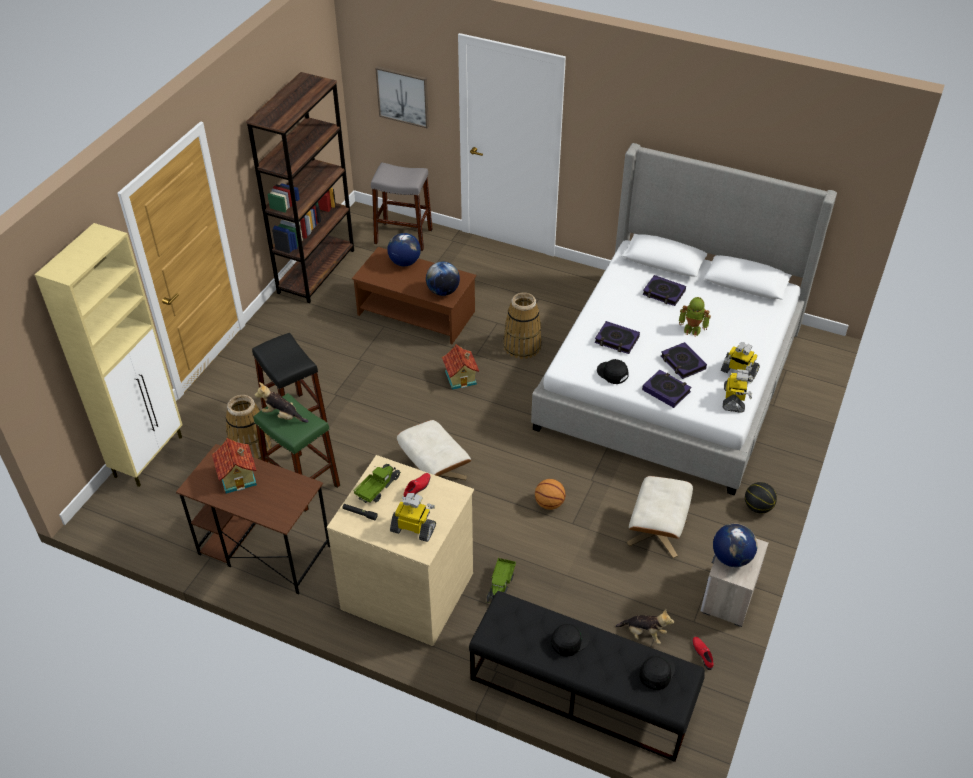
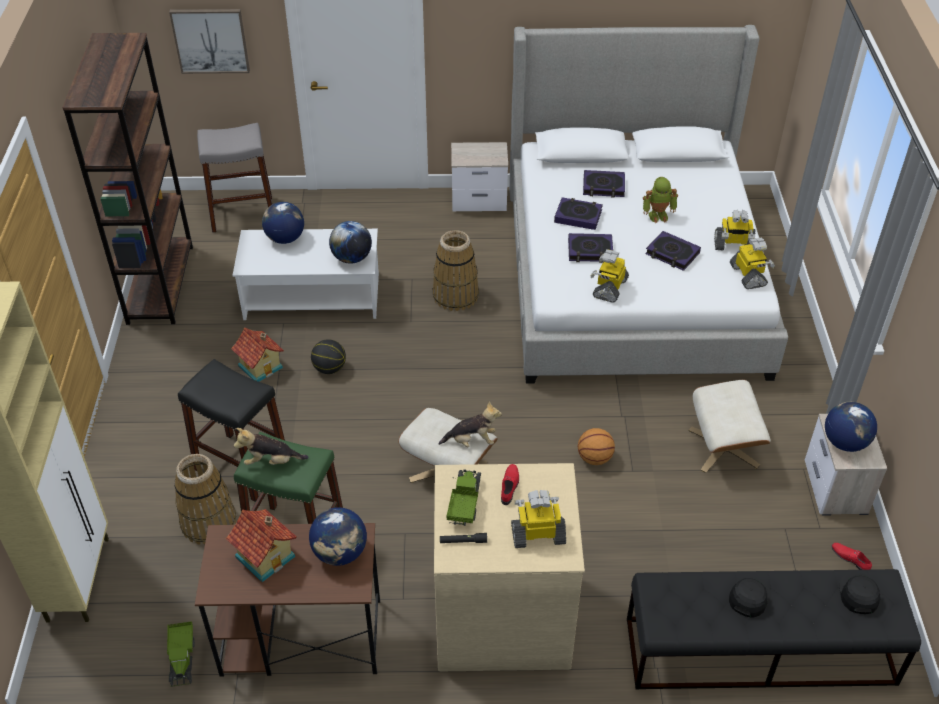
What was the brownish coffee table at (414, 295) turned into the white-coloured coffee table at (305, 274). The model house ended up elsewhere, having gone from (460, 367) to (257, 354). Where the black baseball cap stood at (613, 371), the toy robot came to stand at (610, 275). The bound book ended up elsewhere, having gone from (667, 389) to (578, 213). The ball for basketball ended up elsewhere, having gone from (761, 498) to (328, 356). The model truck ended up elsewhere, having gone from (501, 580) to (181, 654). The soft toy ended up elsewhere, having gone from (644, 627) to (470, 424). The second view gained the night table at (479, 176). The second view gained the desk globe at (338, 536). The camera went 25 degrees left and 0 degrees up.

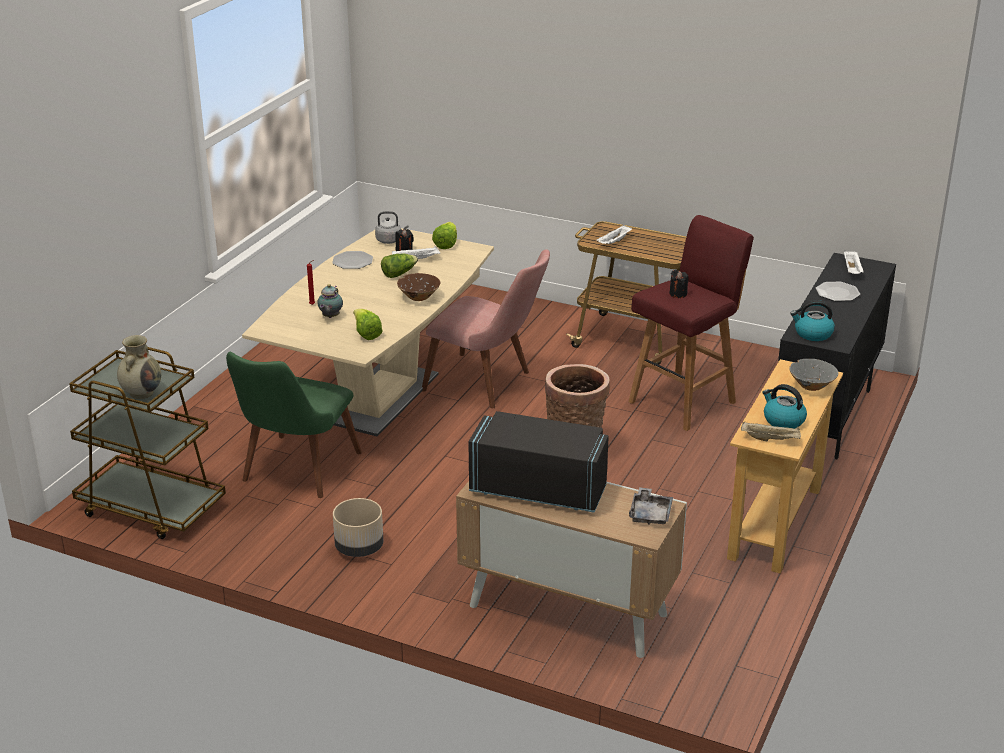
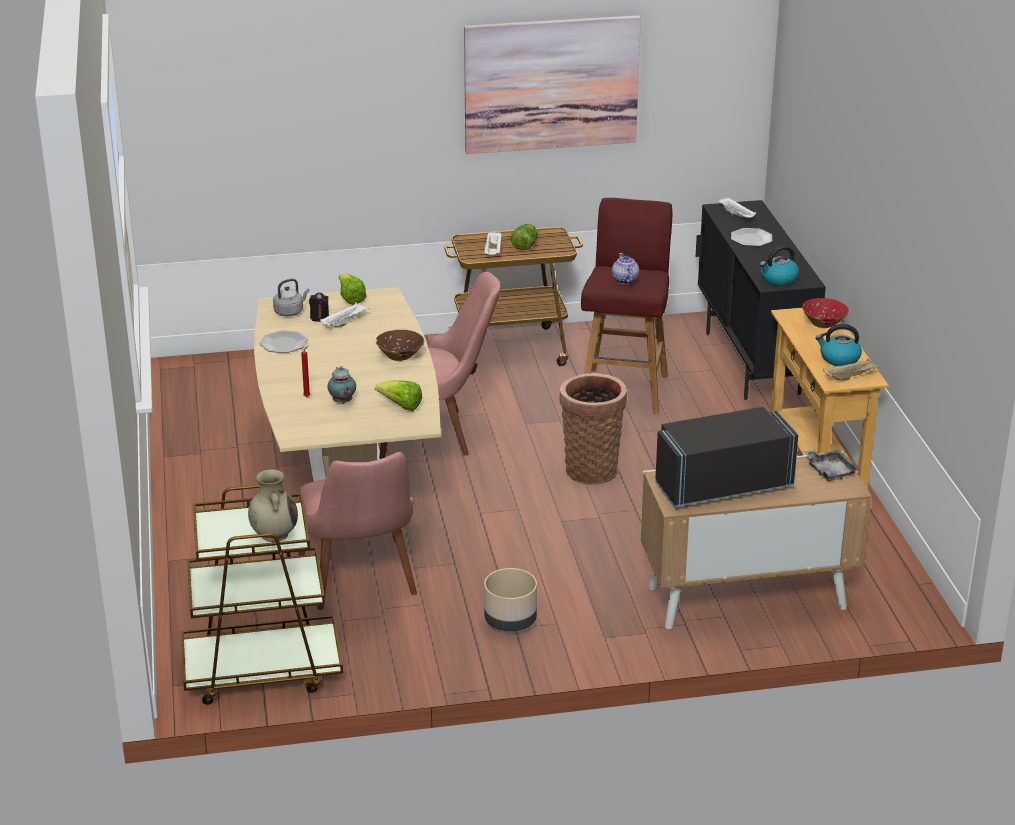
The head of lettuce ended up elsewhere, having gone from (399, 266) to (524, 237). Where the black wax candle stood at (679, 284), the teapot came to stand at (625, 268). What was the green plain chair at (294, 425) turned into the pink plain chair at (357, 531). What was the gray serving bowl at (813, 375) turned into the reddish serving bowl at (825, 313). The second view gained the wall picture at (552, 84). The camera went 35 degrees left and 0 degrees up.

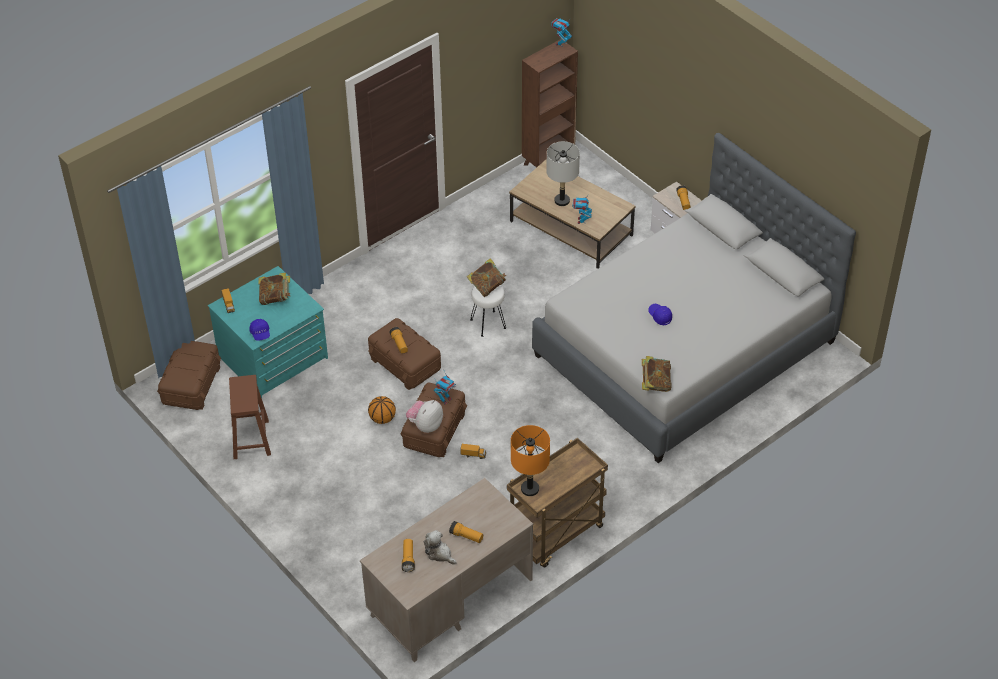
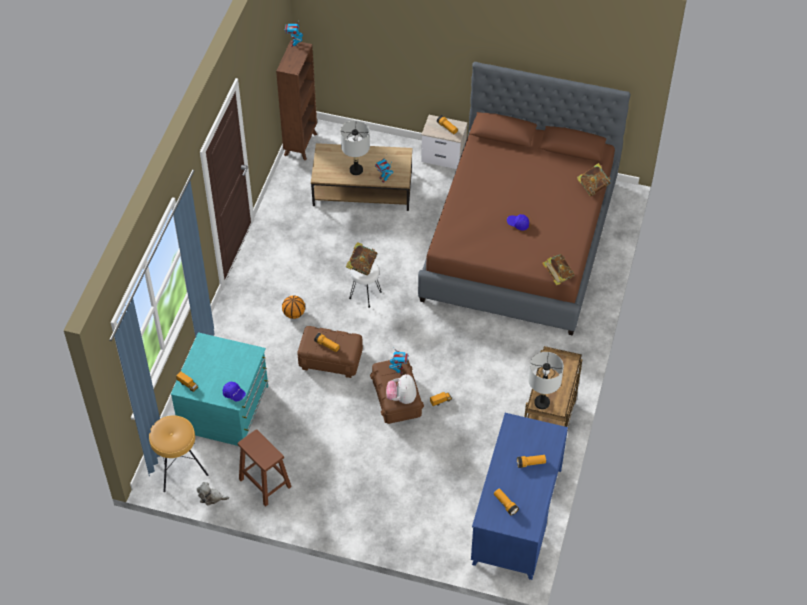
What was the gray bedroom bed at (694, 298) turned into the brownish bedroom bed at (524, 199). The bound book ended up elsewhere, having gone from (274, 289) to (594, 179). Where the brownish storage box stood at (189, 375), the brownish stool came to stand at (178, 453). The ball for basketball ended up elsewhere, having gone from (382, 410) to (293, 307). What was the orangey tabletop lamp at (530, 460) turned into the gray tabletop lamp at (546, 380). What was the beige desk table at (446, 570) turned into the blue desk table at (519, 496). The soft toy ended up elsewhere, having gone from (440, 547) to (213, 494). The camera went 35 degrees left and 5 degrees up.

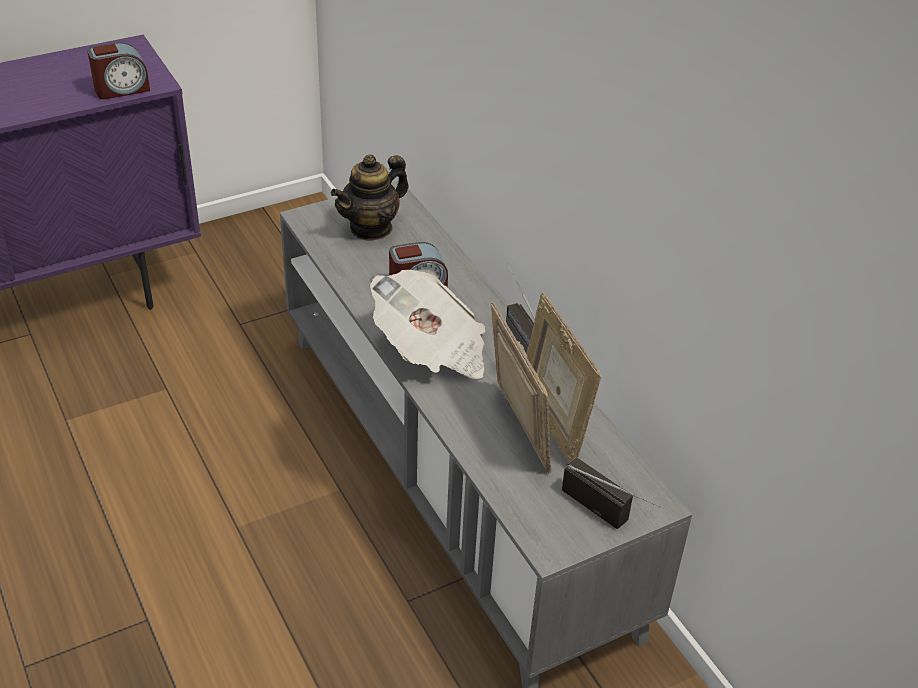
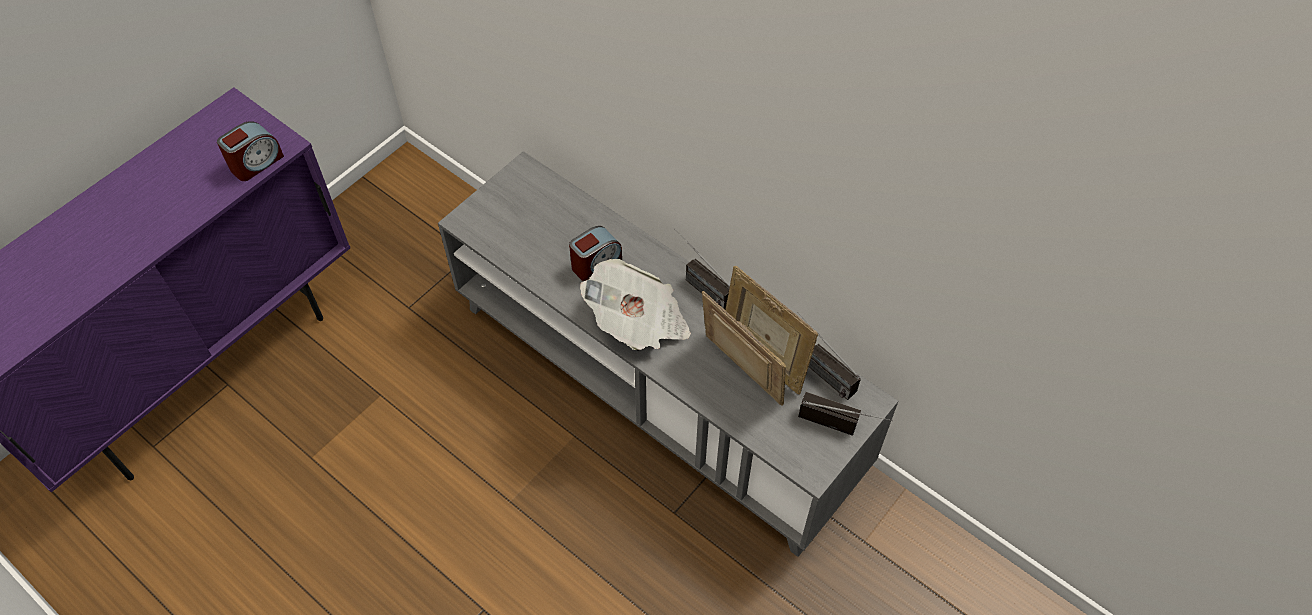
The second view lost the teapot at (370, 197). The second view gained the radio receiver at (829, 356). The camera went 20 degrees left and 15 degrees up.

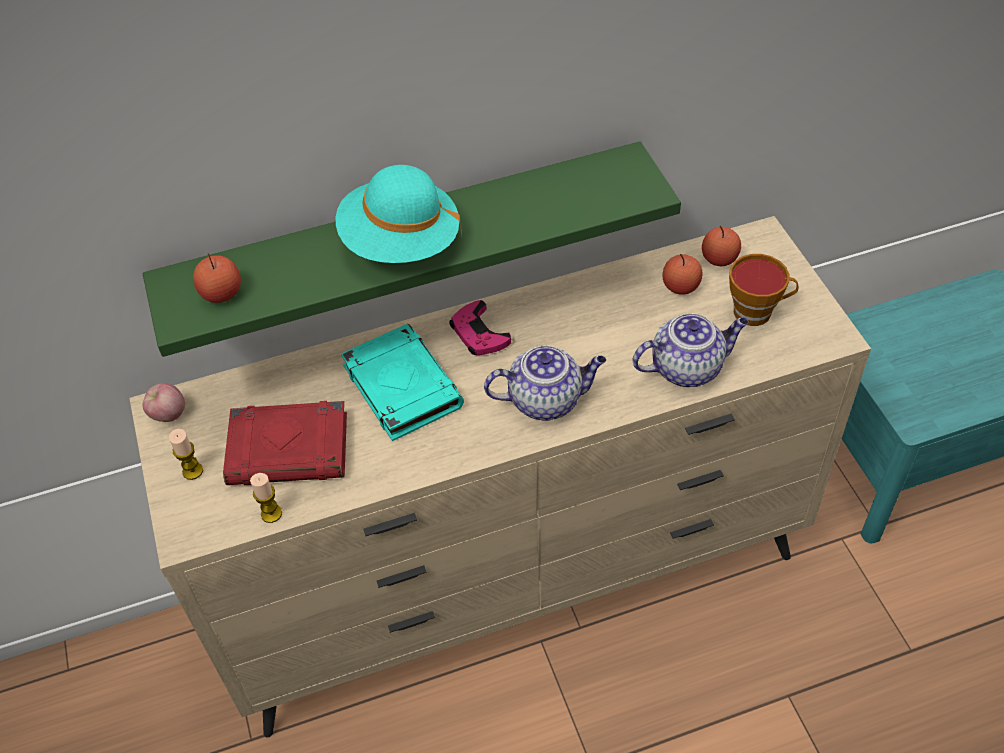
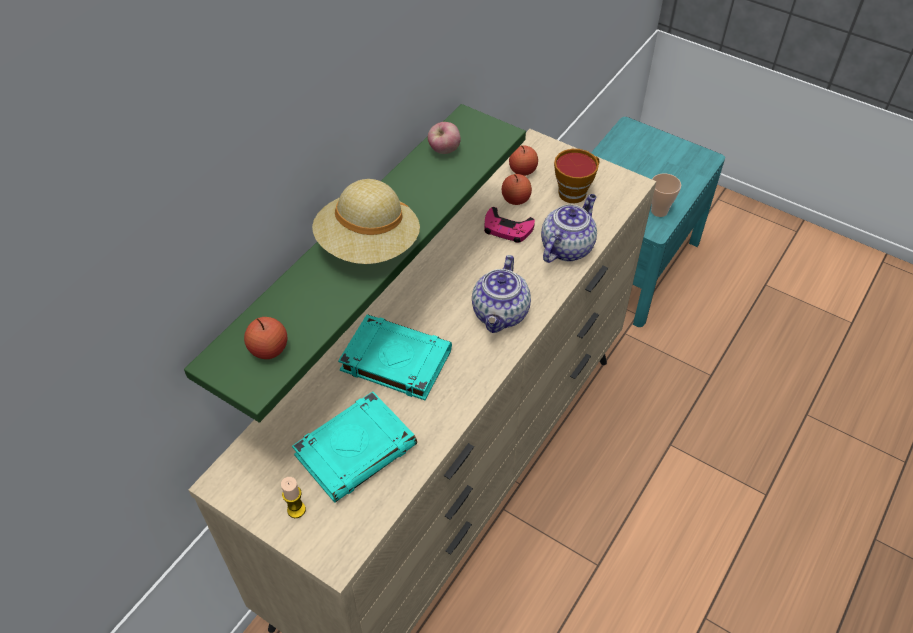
What was the turquoise clothing hat at (399, 214) turned into the beige clothing hat at (366, 221). The pink gamepad ended up elsewhere, having gone from (480, 327) to (509, 225). The teapot at (545, 382) ended up facing another way, 150 degrees clockwise from before. The whole apple ended up elsewhere, having gone from (164, 402) to (444, 138). What was the reddish bound book at (285, 443) turned into the turquoise bound book at (354, 446). The second view lost the wax candle at (266, 498). The second view gained the small cup at (666, 195). The camera went 40 degrees left and 0 degrees up.

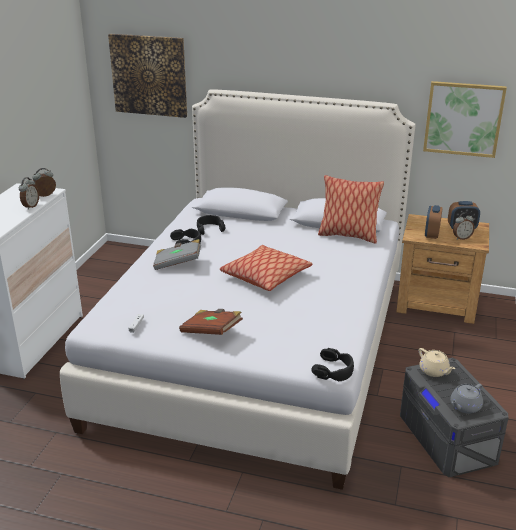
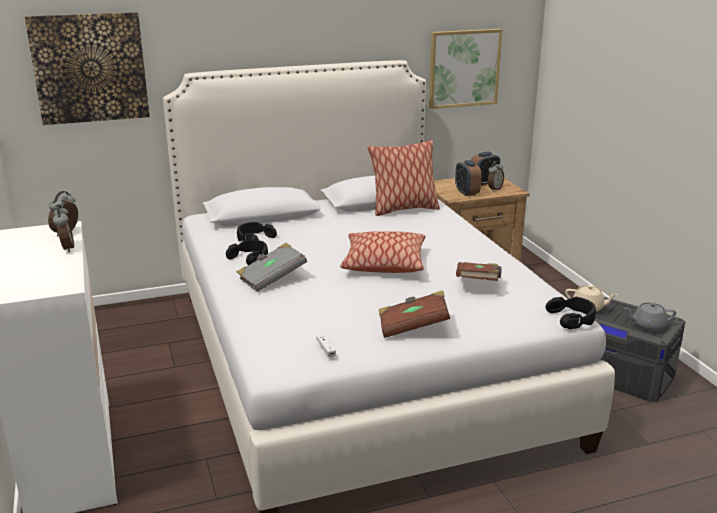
The gray teapot at (466, 399) ended up facing another way, 75 degrees clockwise from before. The second view gained the brownish bound book at (478, 271). The camera went 35 degrees left and 5 degrees down.

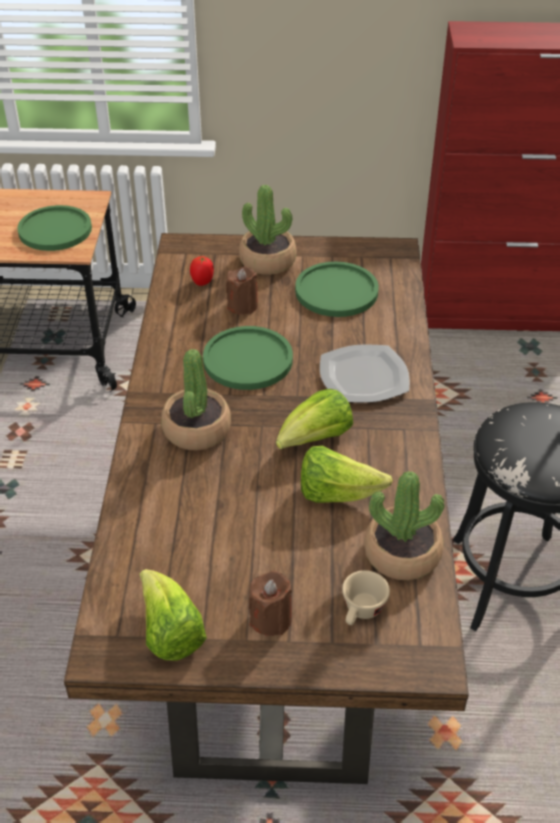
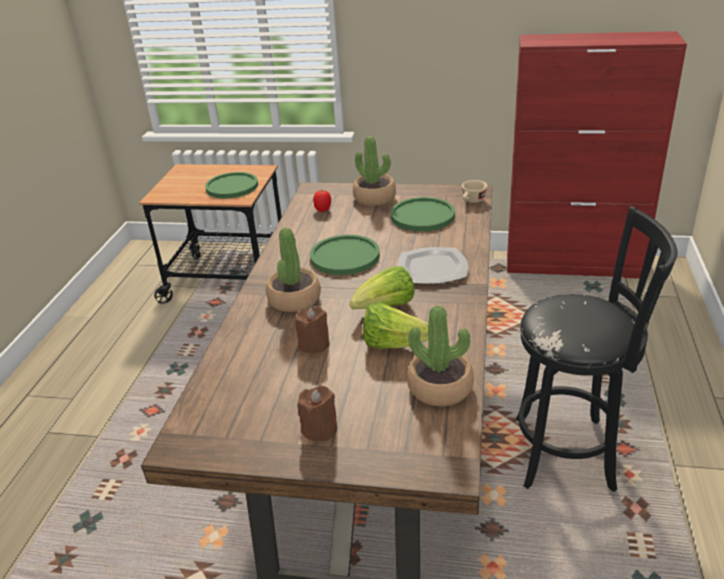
The brownish wax candle ended up elsewhere, having gone from (242, 290) to (312, 330). The second view lost the head of lettuce at (173, 615). The beige small cup ended up elsewhere, having gone from (366, 597) to (475, 191). The camera went 10 degrees right and 10 degrees down.

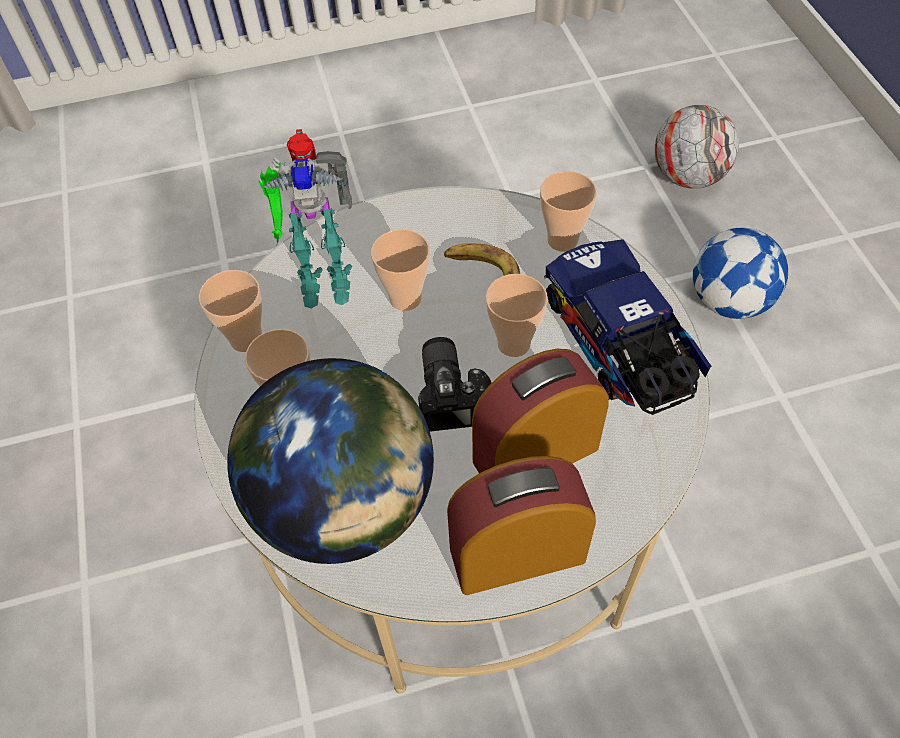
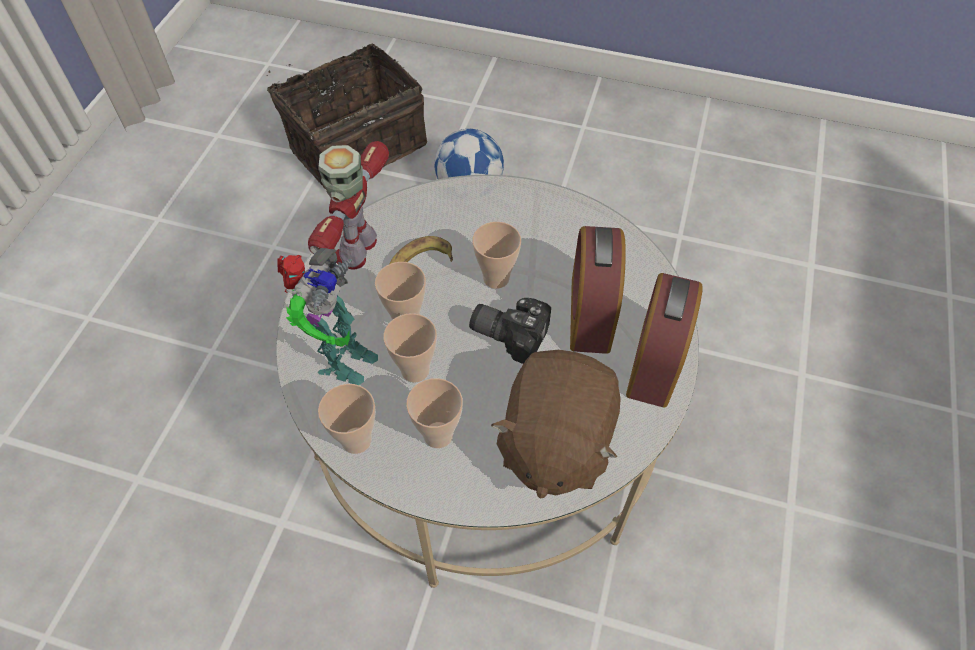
Where the football ball stood at (697, 147), the household basket came to stand at (347, 116). The small cup ended up elsewhere, having gone from (568, 211) to (410, 348). The second view lost the model truck at (627, 327). Where the desk globe stood at (330, 461), the brownish soft toy came to stand at (556, 424). The second view gained the toy robot at (348, 205). The camera went 60 degrees left and 0 degrees up.

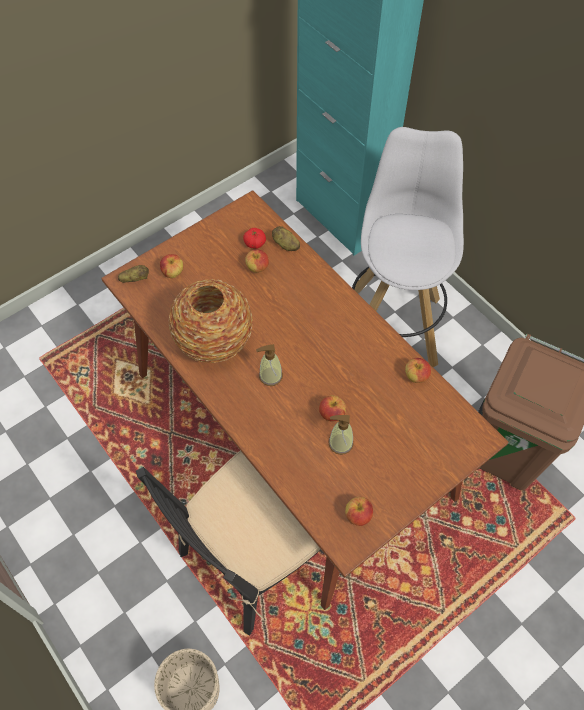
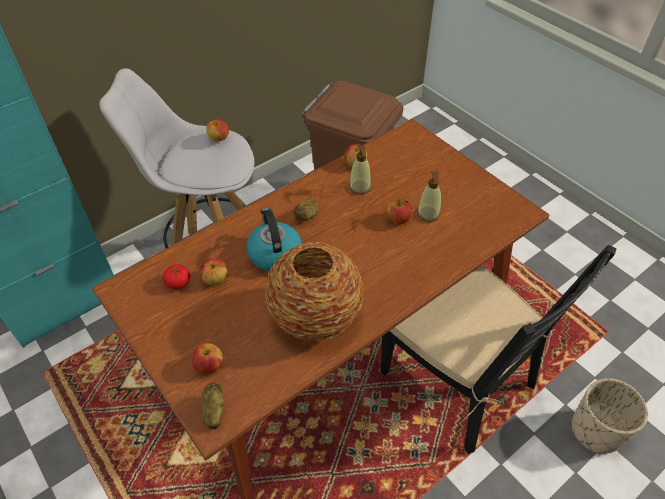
The whole potato ended up elsewhere, having gone from (286, 238) to (306, 210). The liquid soap bottle ended up elsewhere, having gone from (269, 365) to (360, 170). The whole apple ended up elsewhere, having gone from (359, 511) to (217, 130). The second view gained the tea kettle at (274, 239). The camera went 90 degrees left and 10 degrees down.

